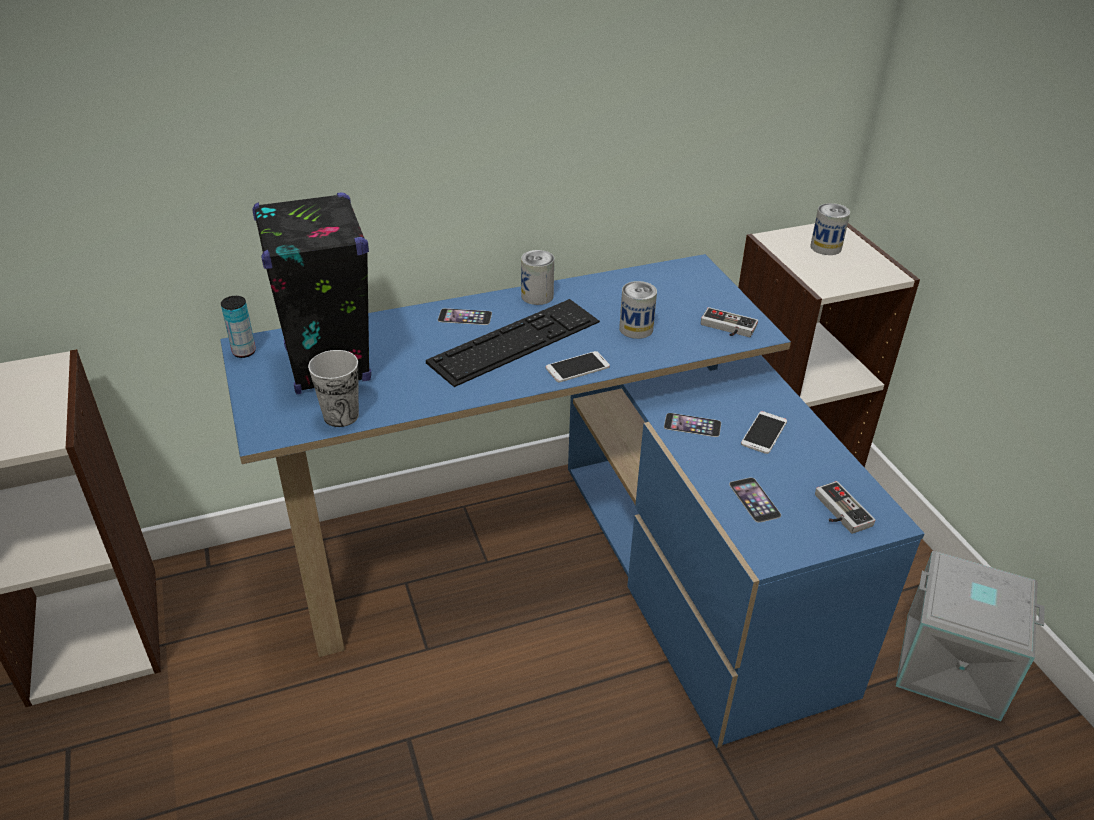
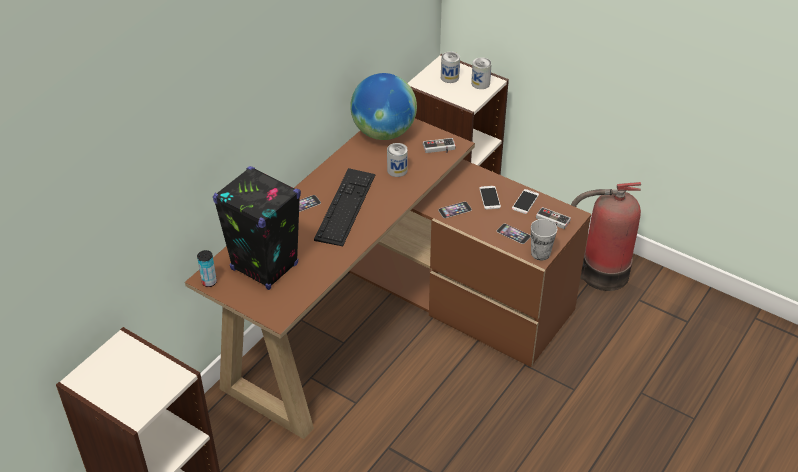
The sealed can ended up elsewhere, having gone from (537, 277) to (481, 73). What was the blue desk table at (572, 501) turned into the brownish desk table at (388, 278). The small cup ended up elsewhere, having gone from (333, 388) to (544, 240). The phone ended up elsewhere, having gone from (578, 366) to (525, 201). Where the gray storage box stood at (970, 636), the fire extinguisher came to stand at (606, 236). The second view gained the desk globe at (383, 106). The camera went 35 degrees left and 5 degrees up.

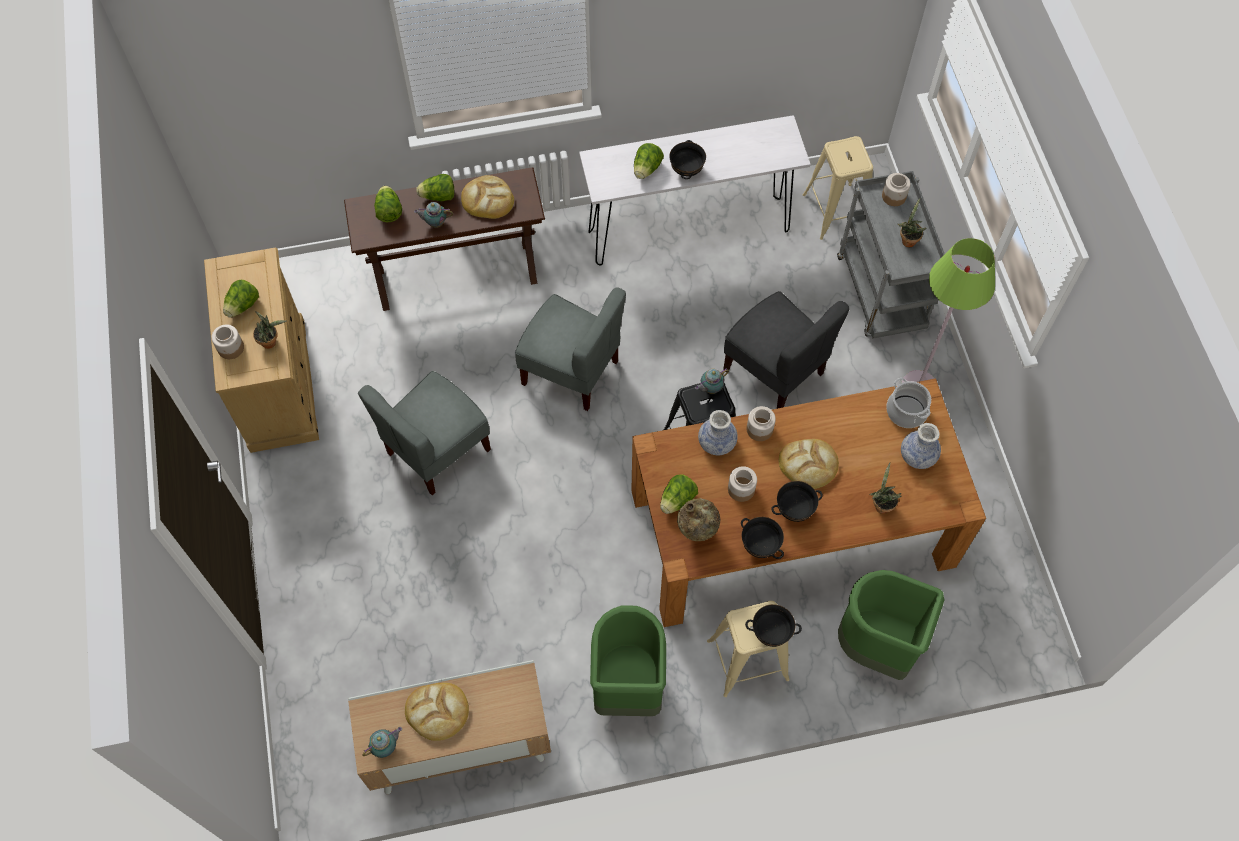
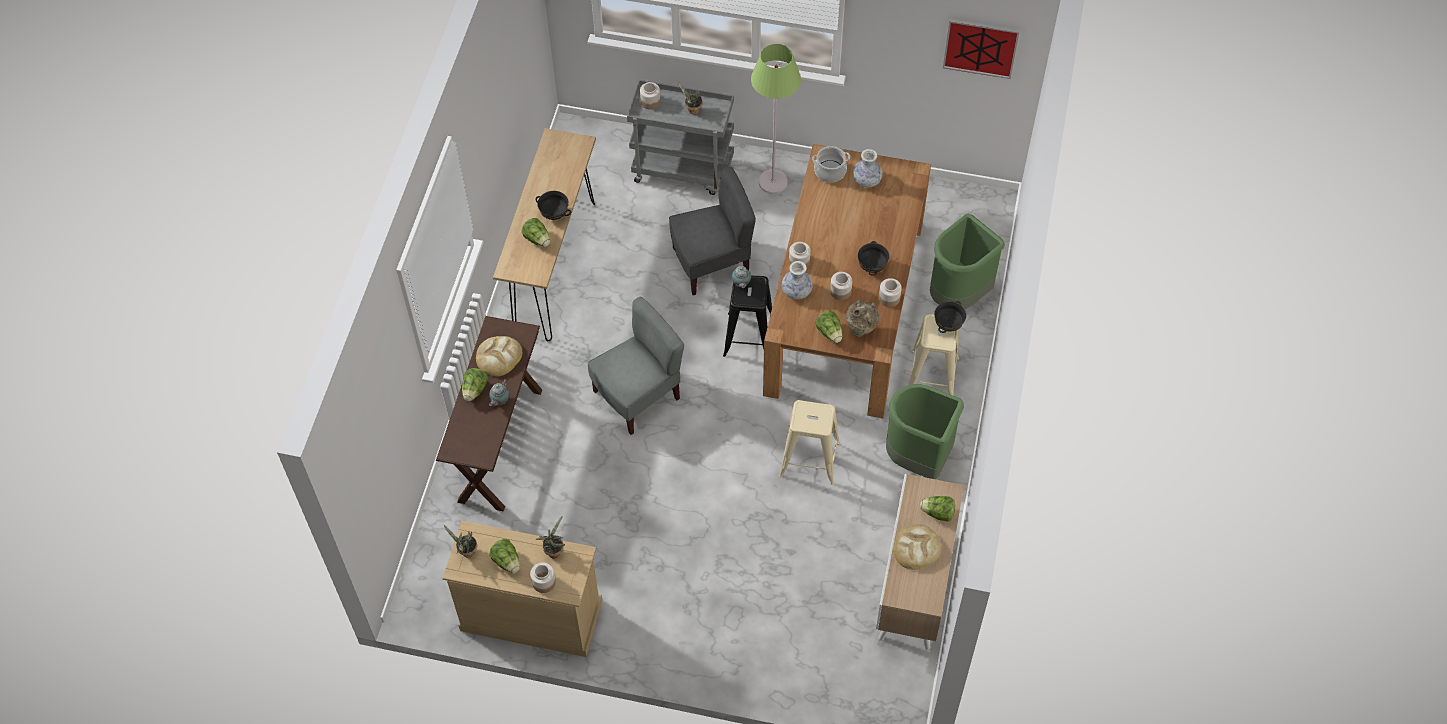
What was the white-coloured hall table at (695, 190) turned into the brownish hall table at (544, 234). The beige stool ended up elsewhere, having gone from (837, 188) to (809, 442). The head of lettuce ended up elsewhere, having gone from (388, 204) to (937, 509). The second view lost the gray plain chair at (424, 433). The second view lost the baked bread at (809, 464). The plant in a pot ended up elsewhere, having gone from (885, 488) to (460, 541). Where the black serving bowl stood at (762, 538), the jar came to stand at (890, 292). The second view lost the teapot at (382, 742). The second view gained the wall picture at (981, 49). The camera went 65 degrees left and 5 degrees down.

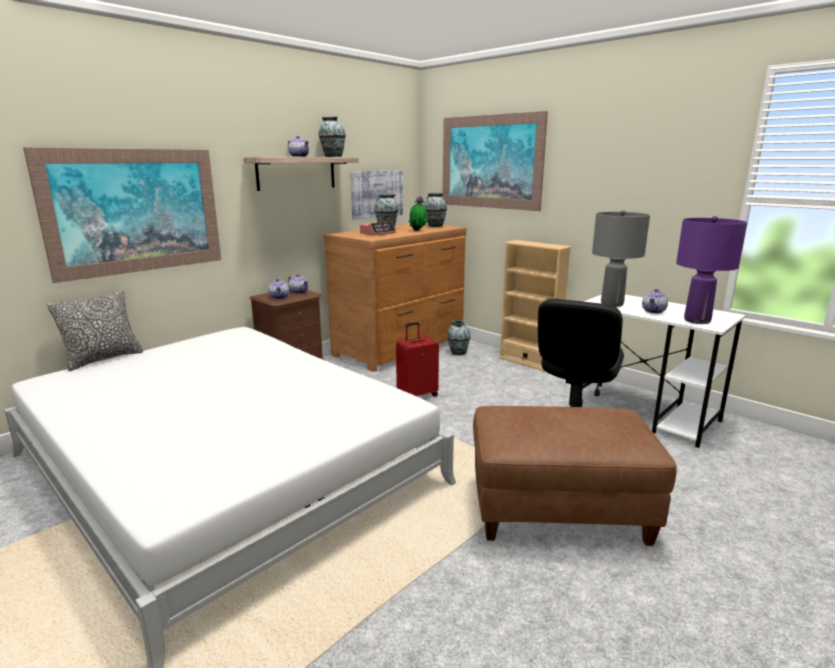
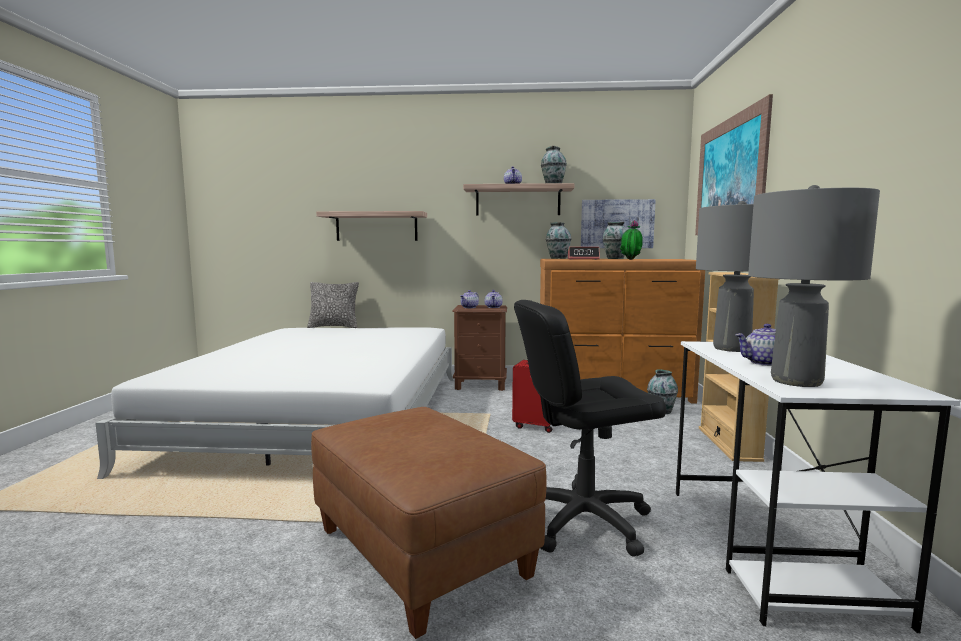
Where the wall picture hung at (122, 215), the wall shelf came to hang at (371, 226). The vase ended up elsewhere, having gone from (435, 210) to (558, 240). What was the purple tabletop lamp at (711, 270) turned into the gray tabletop lamp at (814, 286). The camera went 50 degrees right and 10 degrees down.

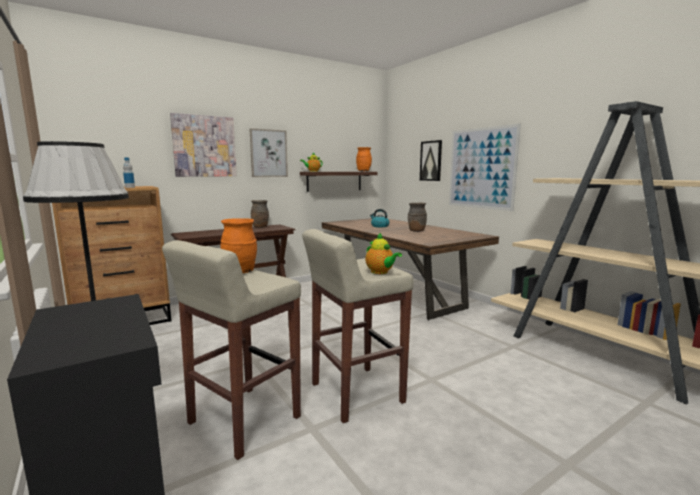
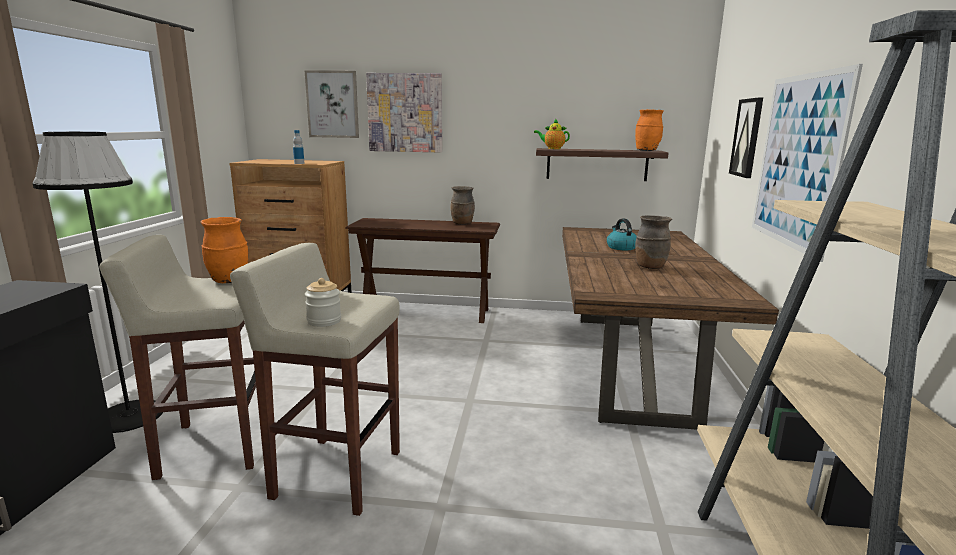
The wall picture ended up elsewhere, having gone from (268, 152) to (332, 104). Where the teapot stood at (383, 253), the jar came to stand at (323, 302). The camera went 40 degrees right and 5 degrees up.

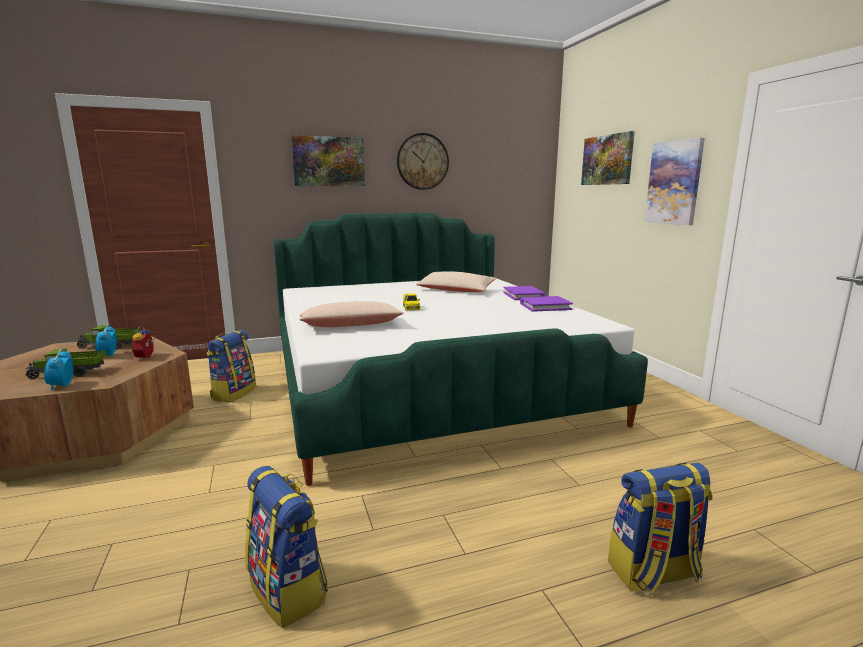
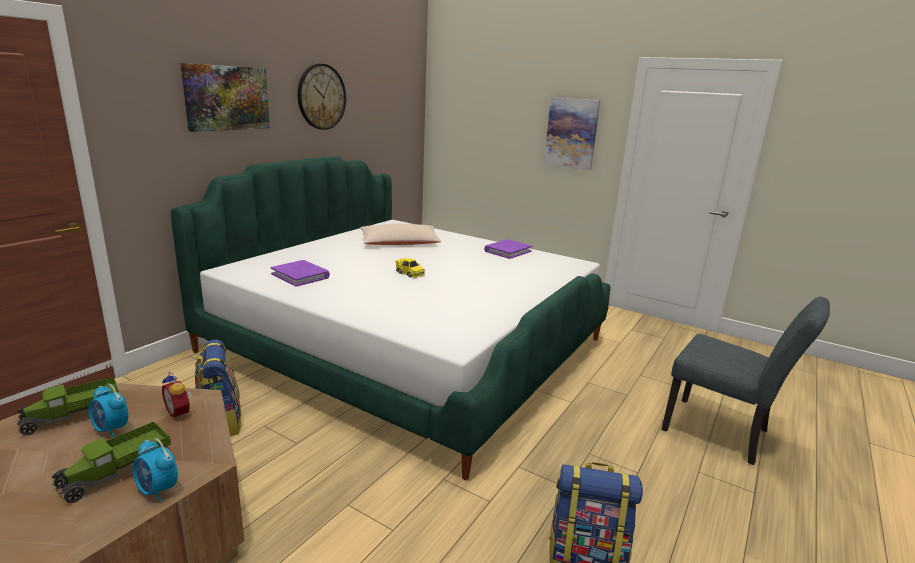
The second view lost the wall picture at (608, 158). The purple bound book ended up elsewhere, having gone from (524, 293) to (300, 273). The second view lost the beige cushion at (351, 314). Where the knapsack stood at (660, 527), the gray plain chair came to stand at (745, 380). The camera went 40 degrees left and 5 degrees up.

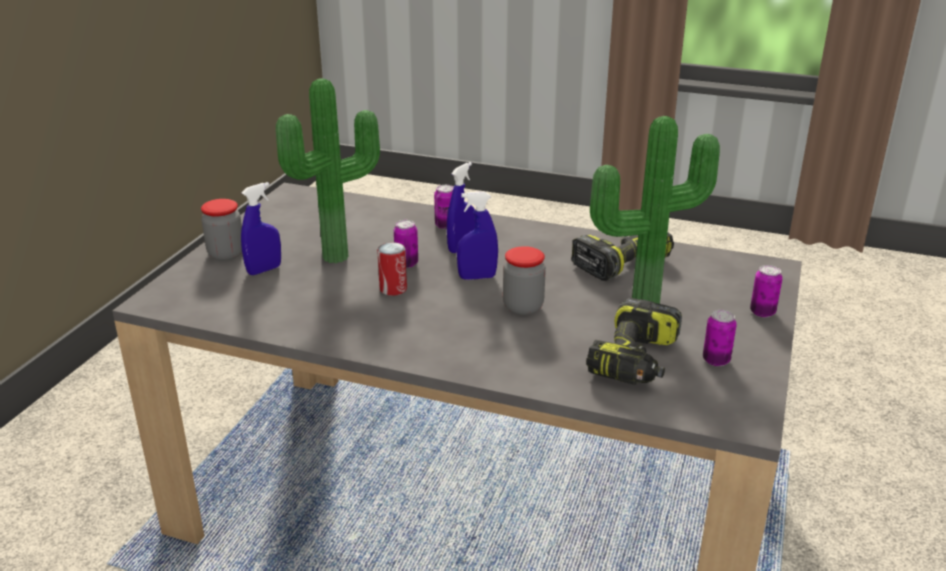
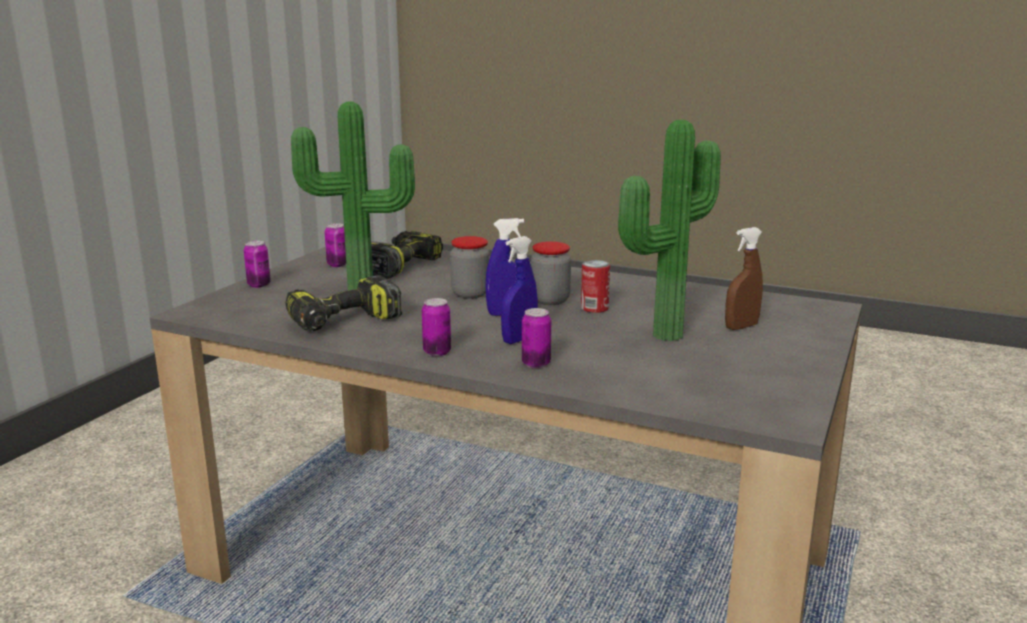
What was the blue hand sprayer at (261, 228) turned into the brownish hand sprayer at (744, 278). The jar ended up elsewhere, having gone from (221, 230) to (551, 273). The sealed can ended up elsewhere, having gone from (406, 244) to (436, 327). The camera went 175 degrees left and 10 degrees down.

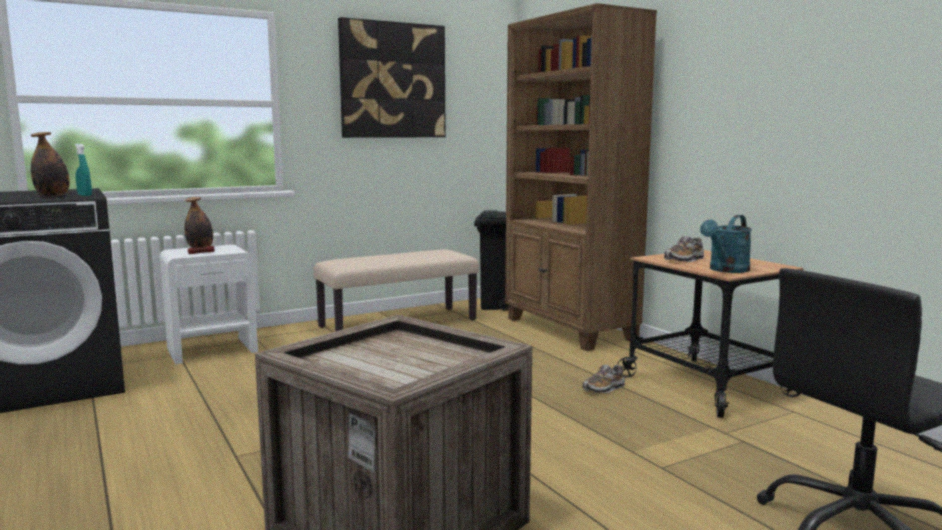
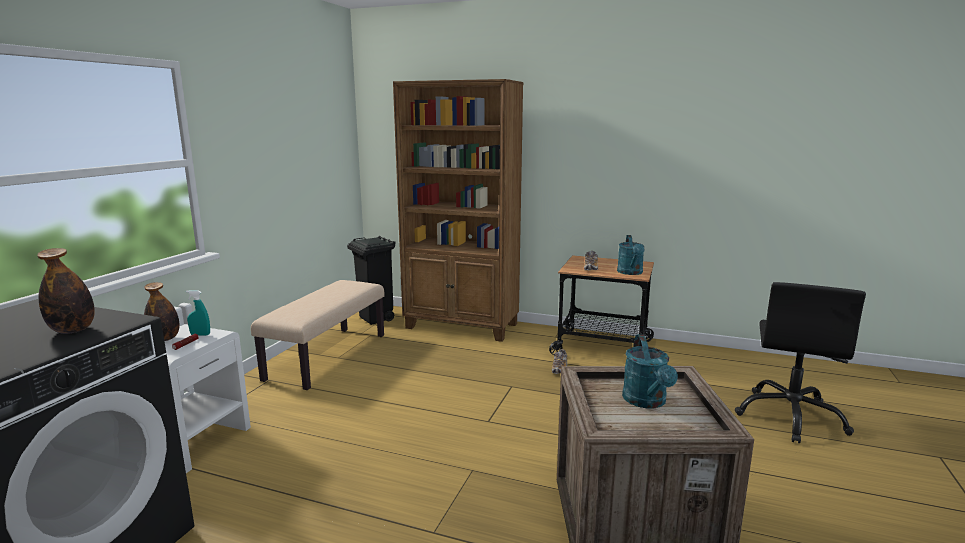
The second view lost the wall picture at (392, 77). The turquoise hand sprayer ended up elsewhere, having gone from (83, 170) to (198, 313). The second view gained the turquoise sprinkling can at (650, 371). The camera went 40 degrees left and 5 degrees up.

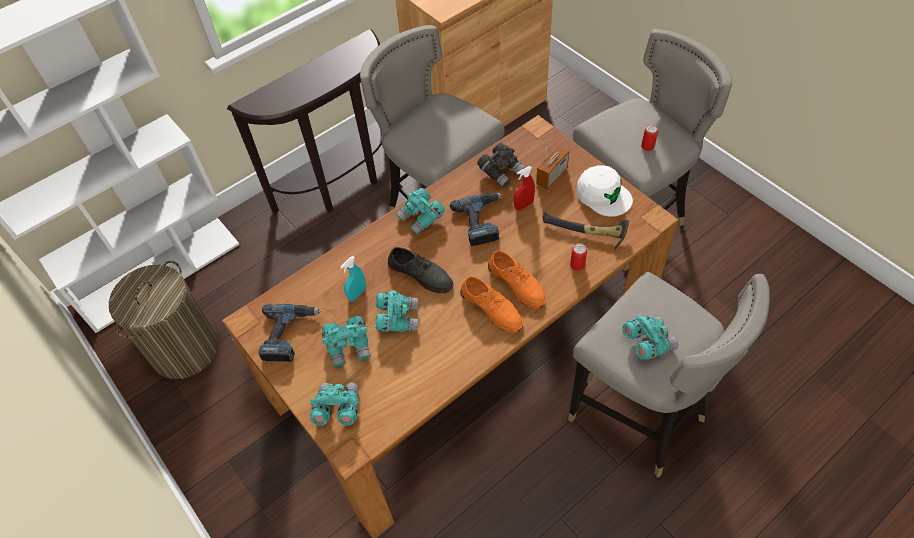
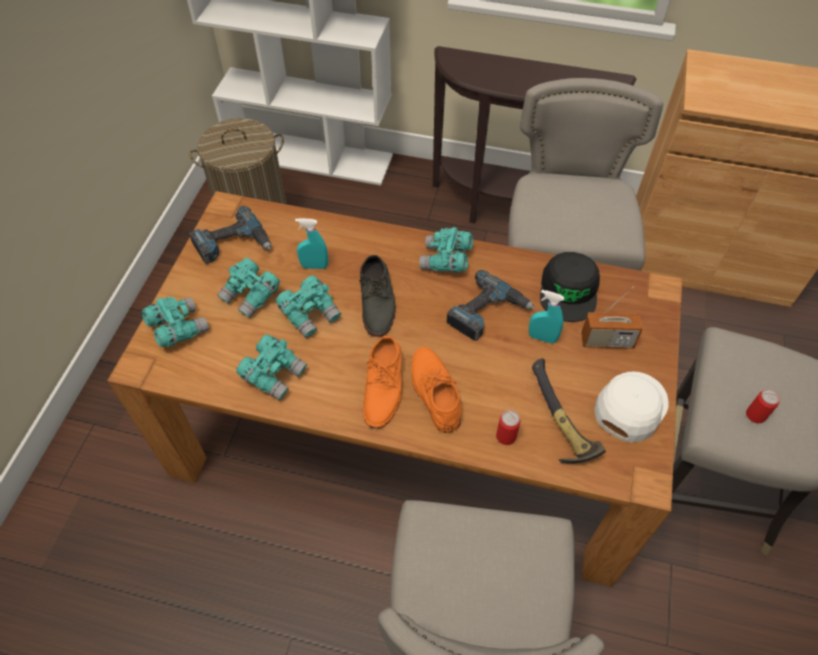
Where the gray pair of binoculars stood at (501, 165), the black baseball cap came to stand at (570, 287). The white-coloured baseball cap at (604, 190) ended up facing another way, 150 degrees counterclockwise from before. What was the reddish hand sprayer at (524, 188) turned into the turquoise hand sprayer at (546, 317). The orangey low shoe at (517, 279) ended up facing another way, 150 degrees clockwise from before. The turquoise pair of binoculars ended up elsewhere, having gone from (650, 337) to (271, 367). The camera went 50 degrees right and 0 degrees up.

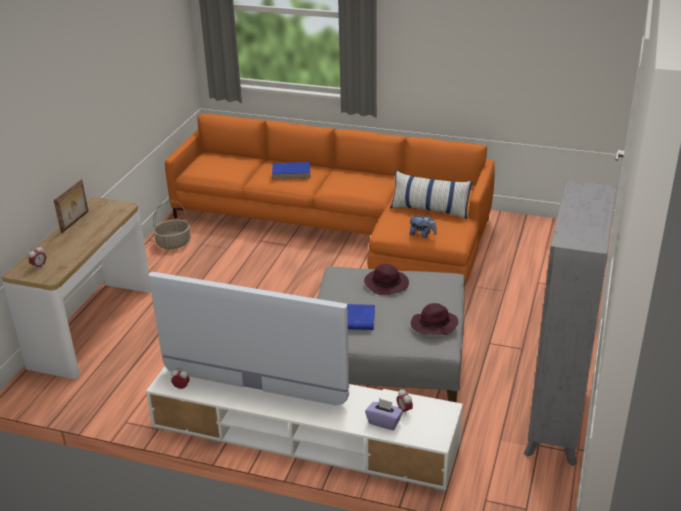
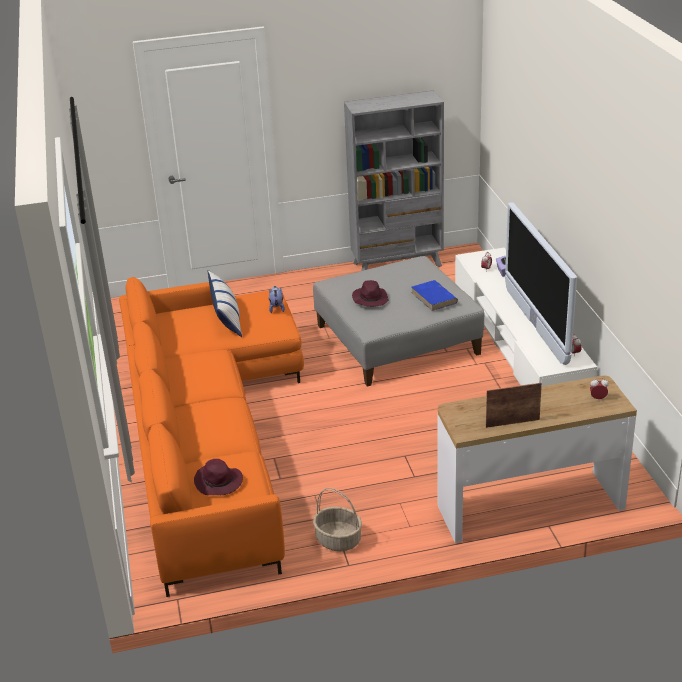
The second view lost the blue bound book at (291, 171). The purple clothing hat ended up elsewhere, having gone from (435, 319) to (218, 477). The camera went 120 degrees left and 0 degrees up.

